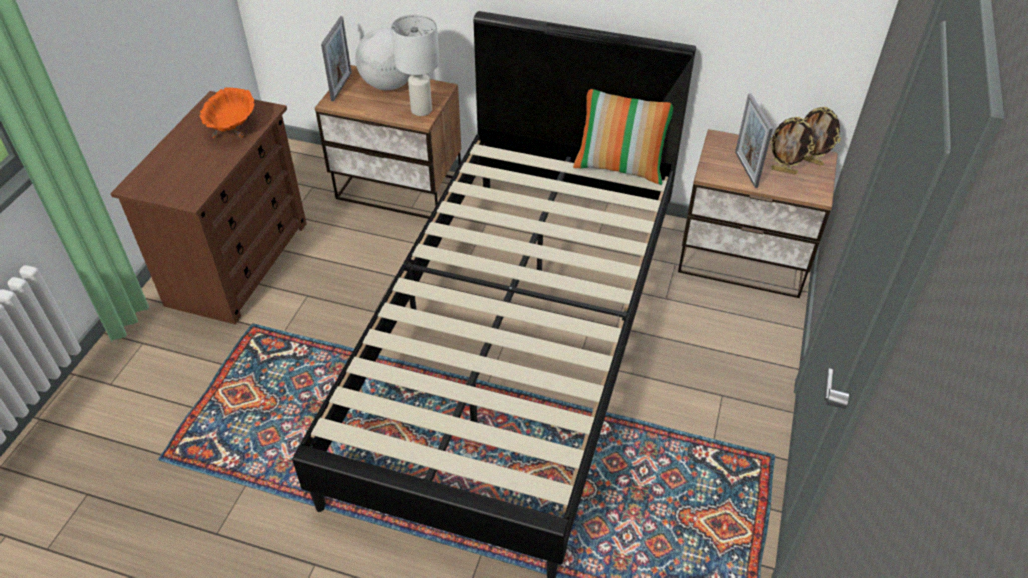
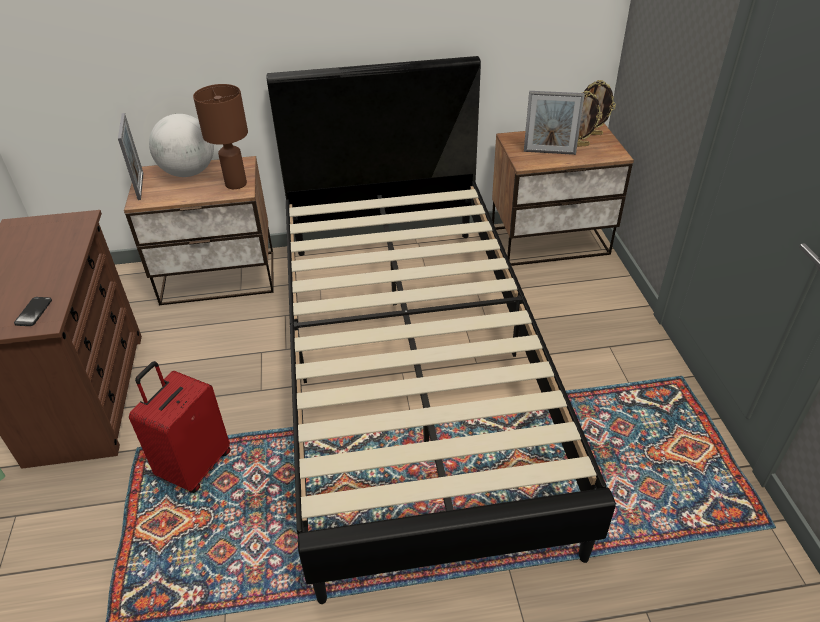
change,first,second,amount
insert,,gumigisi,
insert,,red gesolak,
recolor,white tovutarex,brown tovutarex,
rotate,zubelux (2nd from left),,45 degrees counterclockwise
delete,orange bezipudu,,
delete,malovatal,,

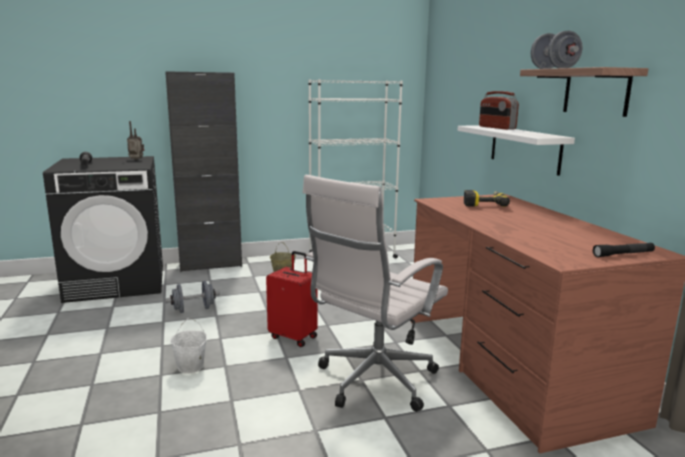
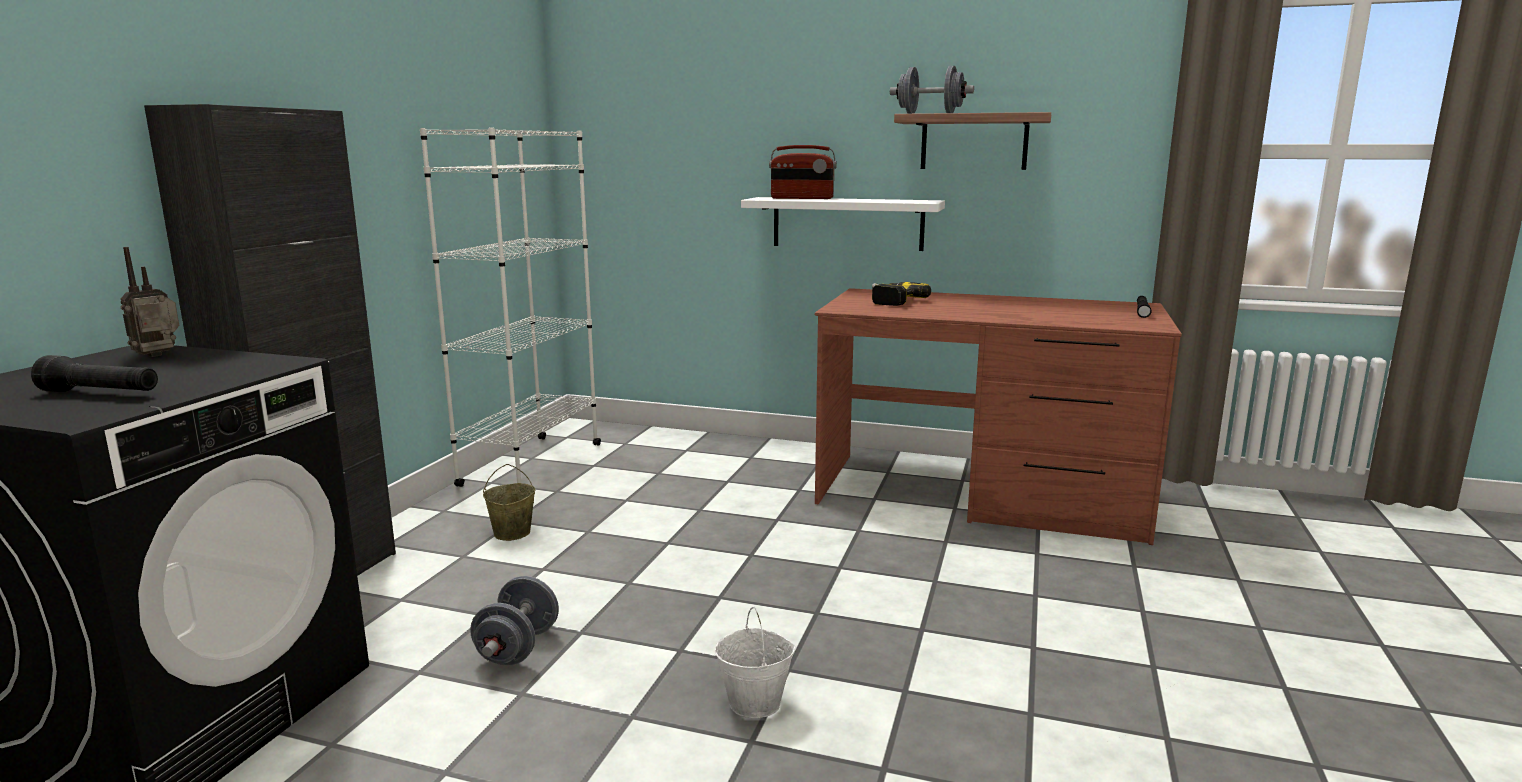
change,first,second,amount
delete,red gesolak,,
delete,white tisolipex,,

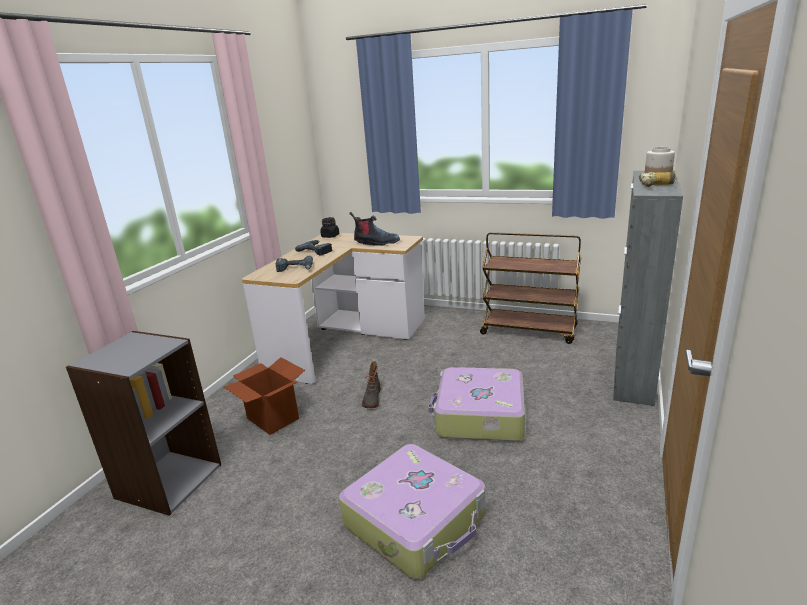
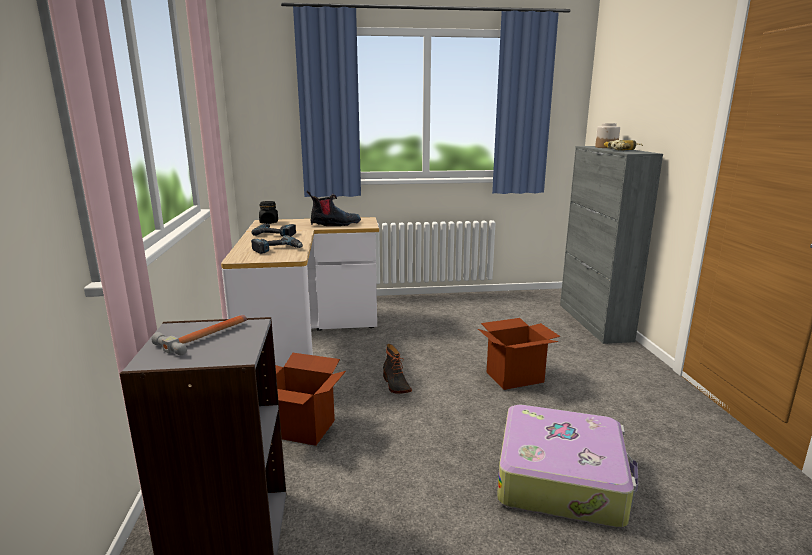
change,first,second,amount
insert,,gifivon,
replace,gesolak (2nd from left),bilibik (2nd from left),
delete,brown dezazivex,,

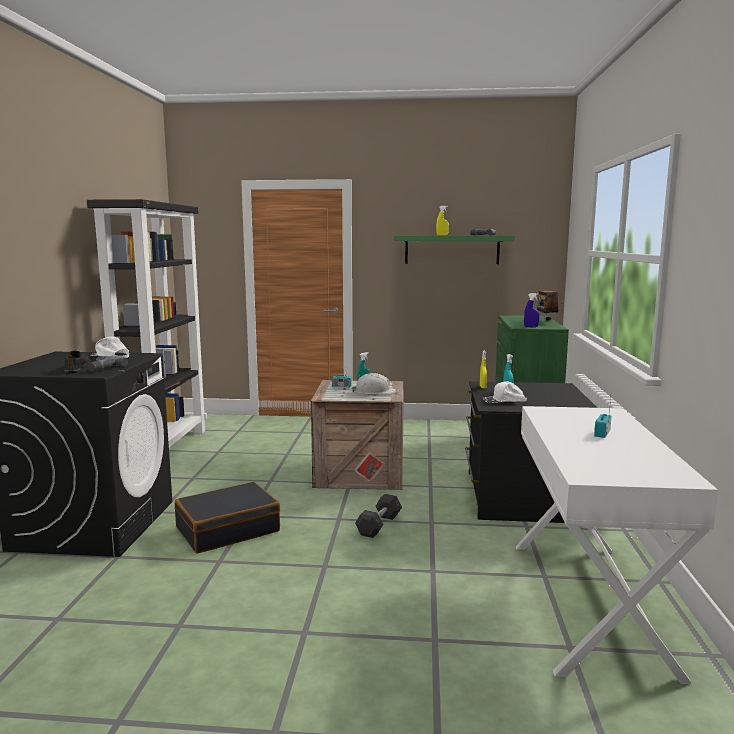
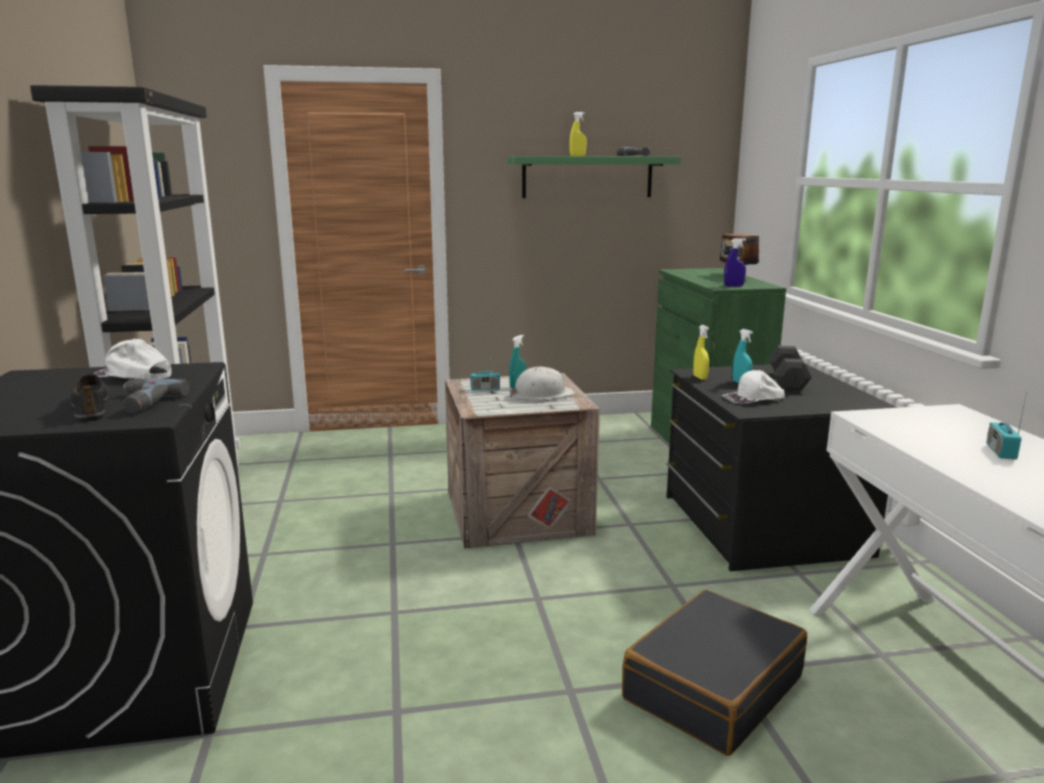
change,first,second,amount
move,black gesolak,,
move,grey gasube,,

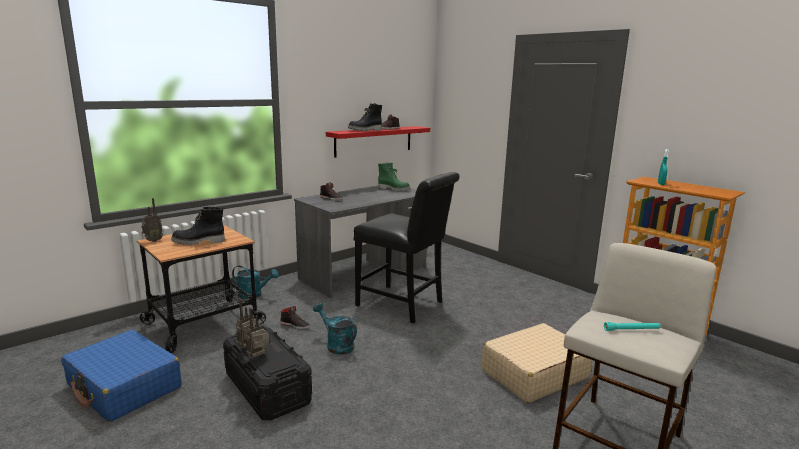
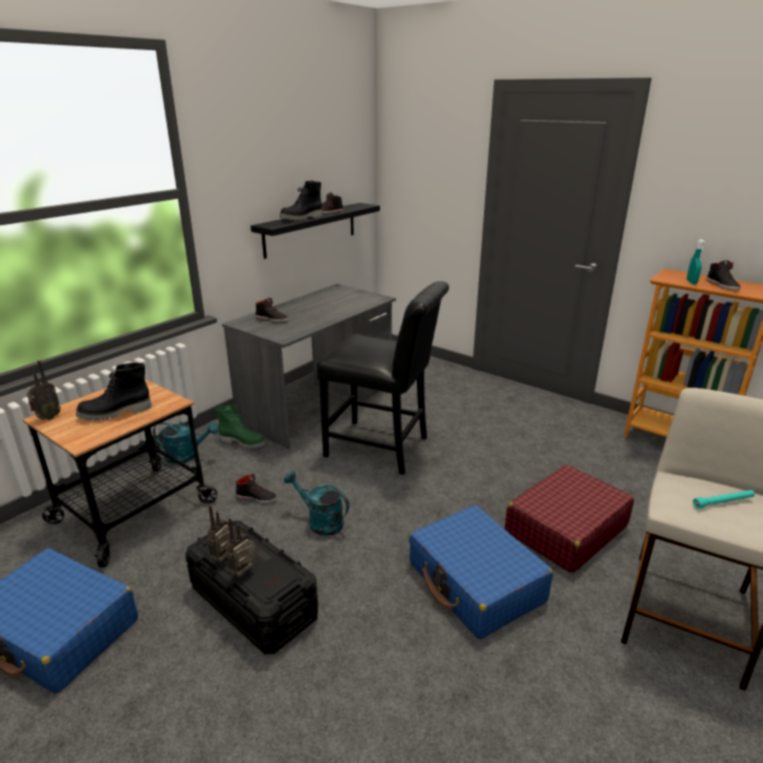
change,first,second,amount
move,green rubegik,,
recolor,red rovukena,black rovukena,
insert,,blue gesolak (2nd from left),
recolor,beige gesolak,red gesolak,
insert,,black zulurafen (4th from left),

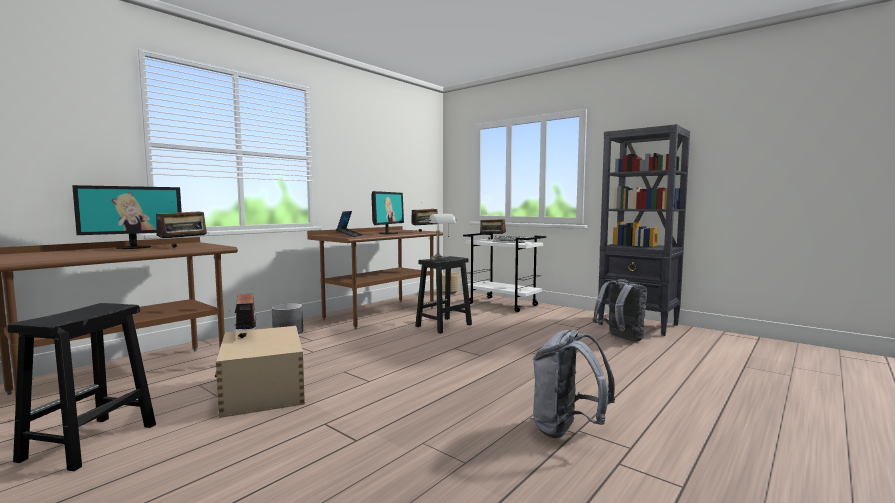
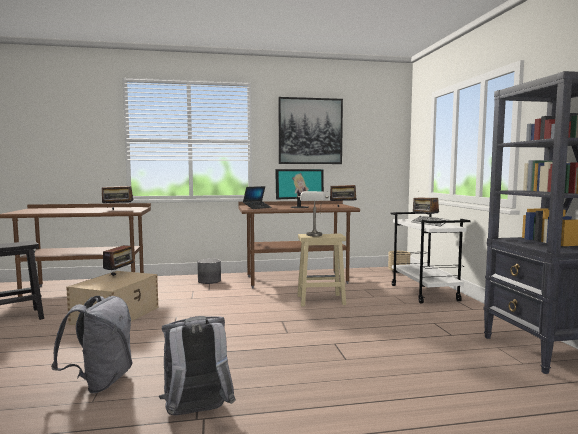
change,first,second,amount
move,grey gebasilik (2nd from left in the first image),grey gebasilik (1st from left),
insert,,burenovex,
recolor,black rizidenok (2nd from left),beige rizidenok,
delete,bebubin (1st from left),,

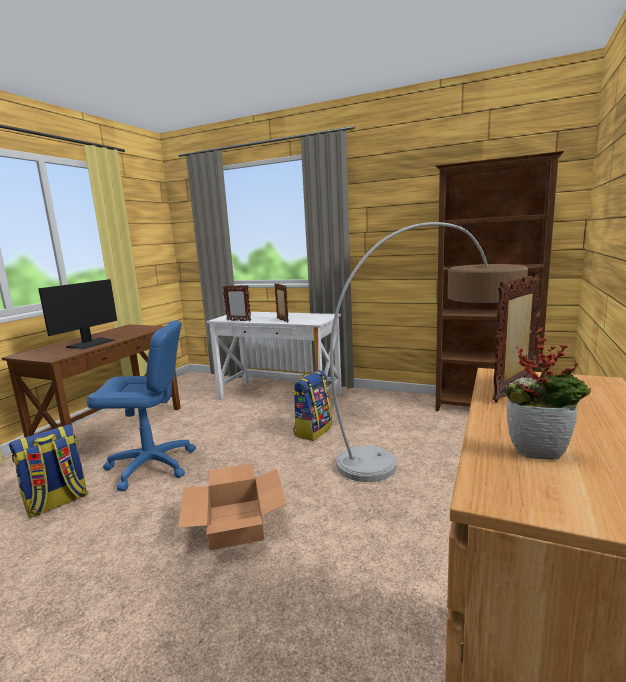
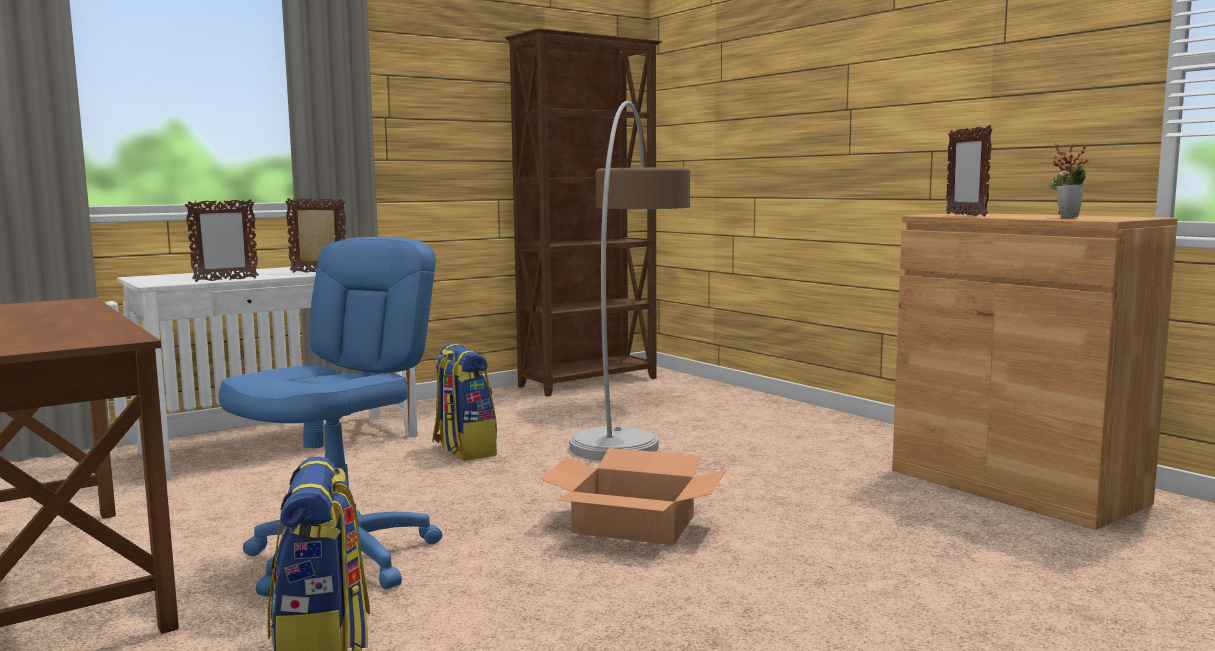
change,first,second,amount
delete,bebubin,,

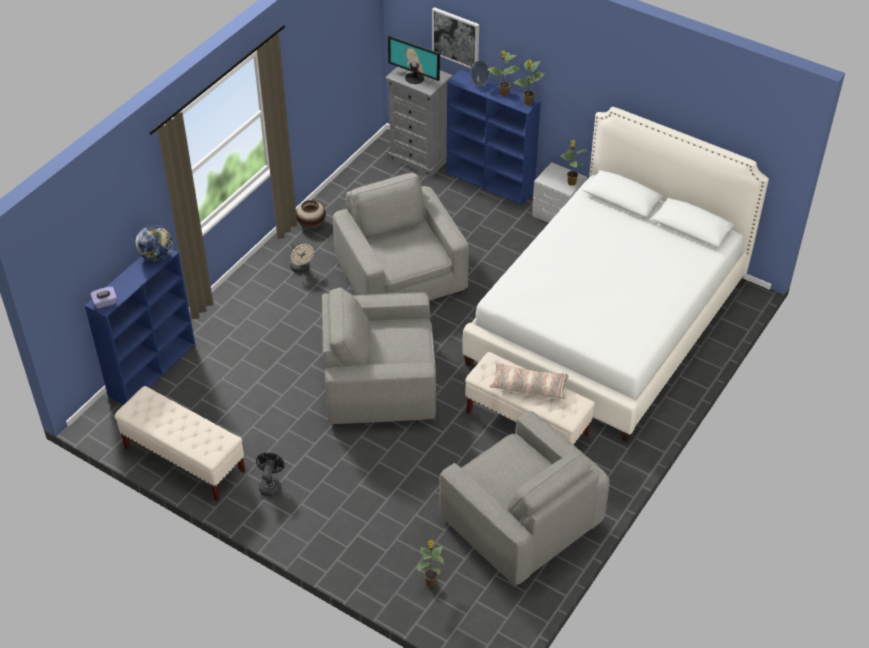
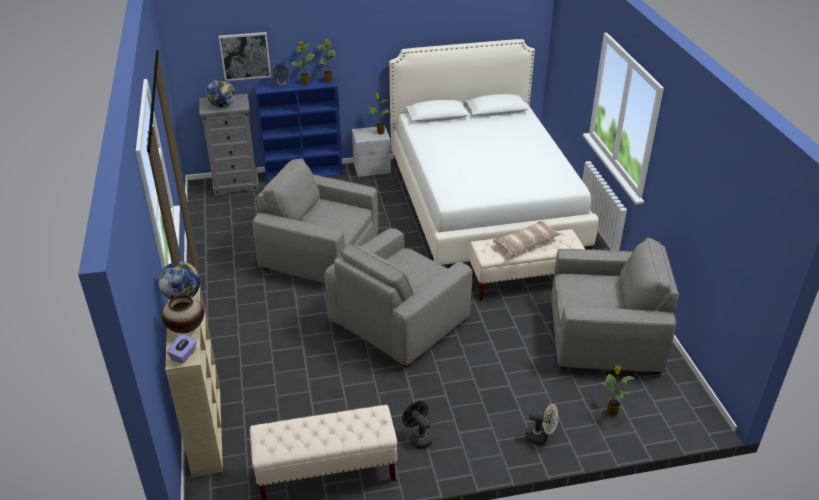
change,first,second,amount
move,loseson (1st from left),,
recolor,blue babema (1st from left),beige babema,
replace,bebubin,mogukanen (2nd from left),
move,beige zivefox,,

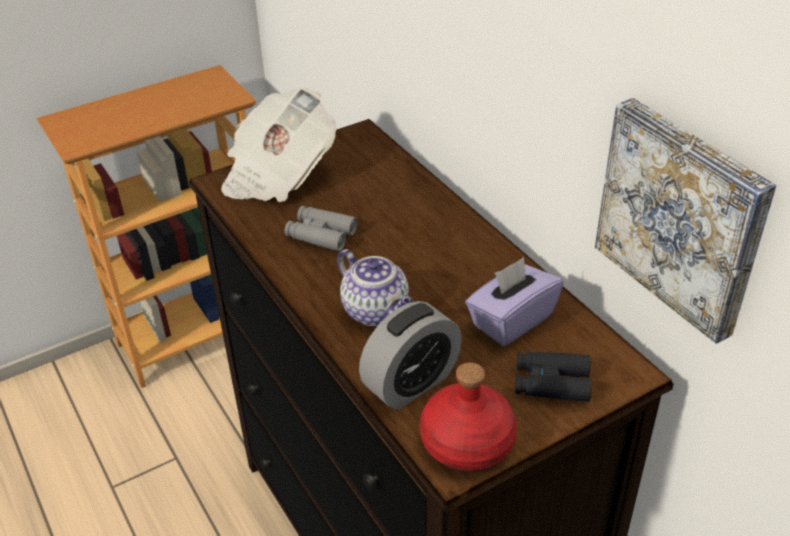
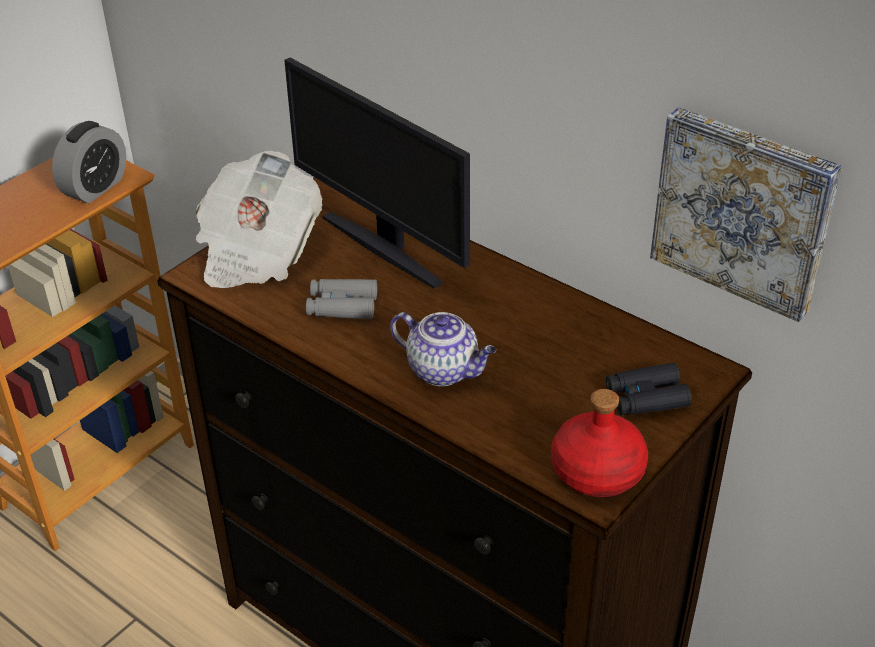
change,first,second,amount
move,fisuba,,
insert,,bebubin,
delete,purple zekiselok,,

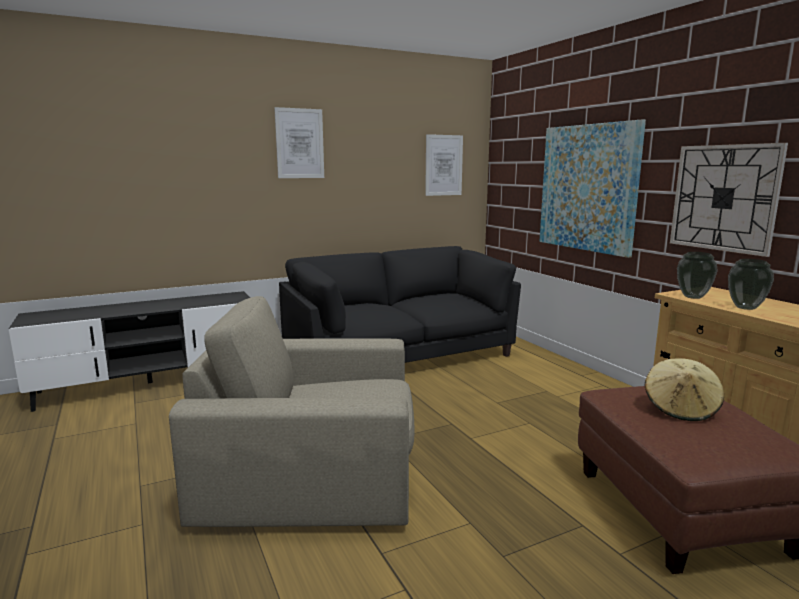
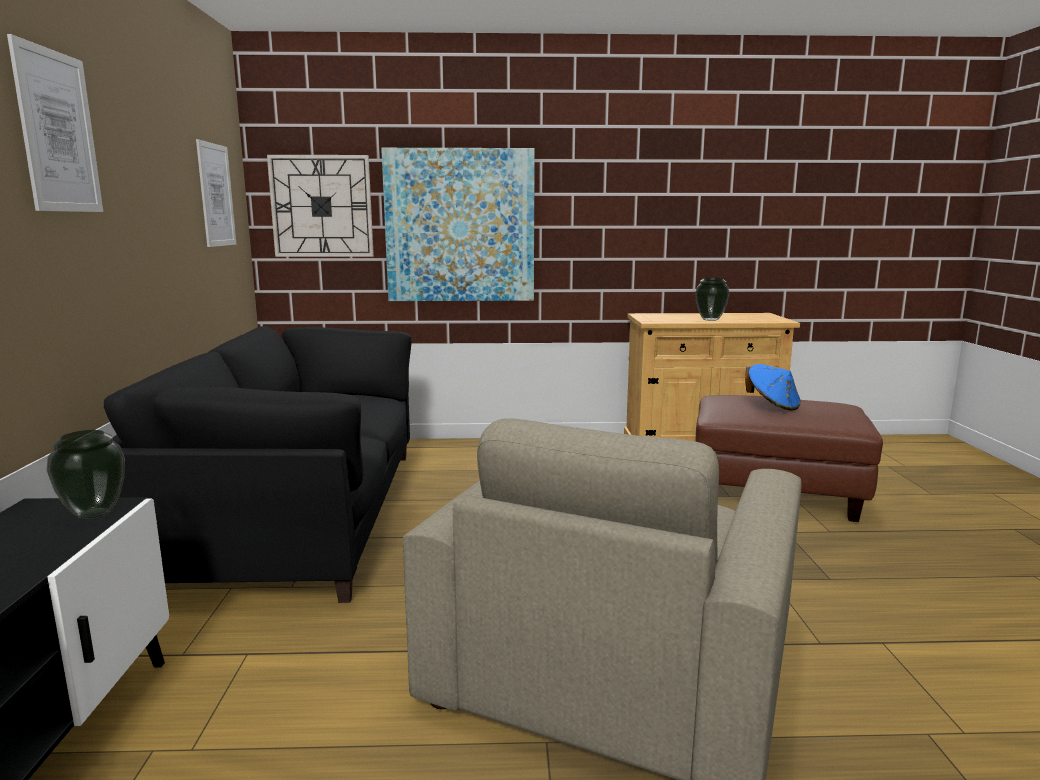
change,first,second,amount
move,loseson (1st from left),,
move,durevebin,,
recolor,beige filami,blue filami,

